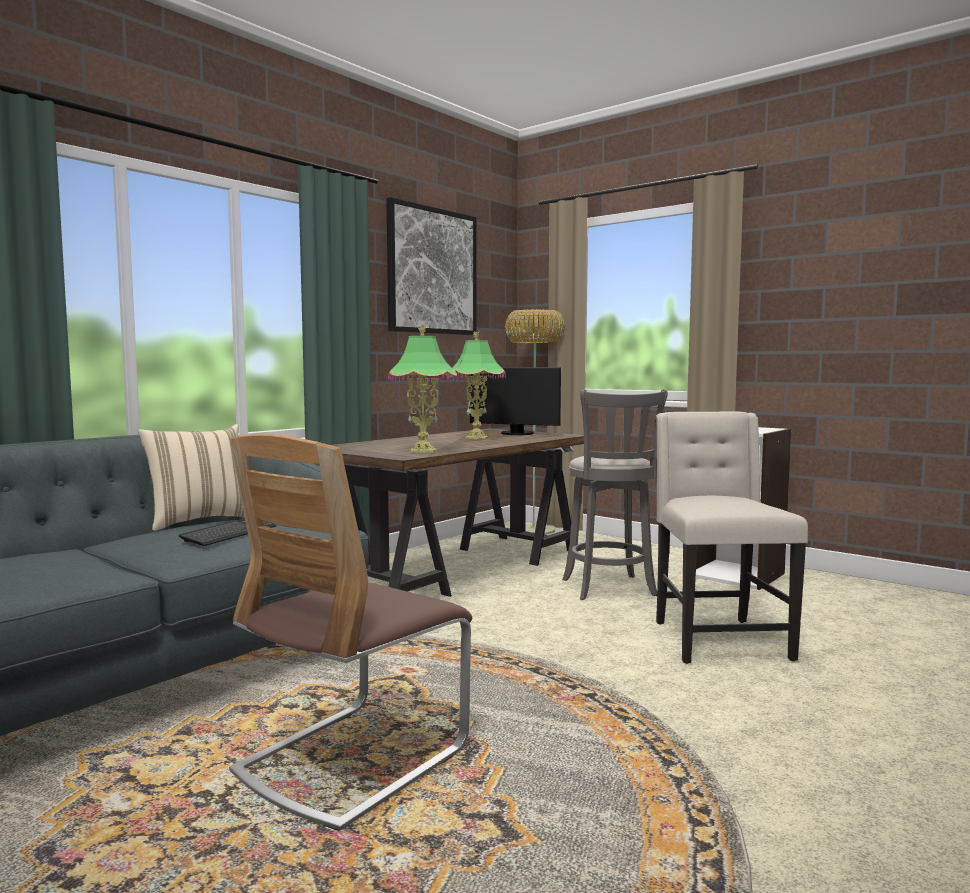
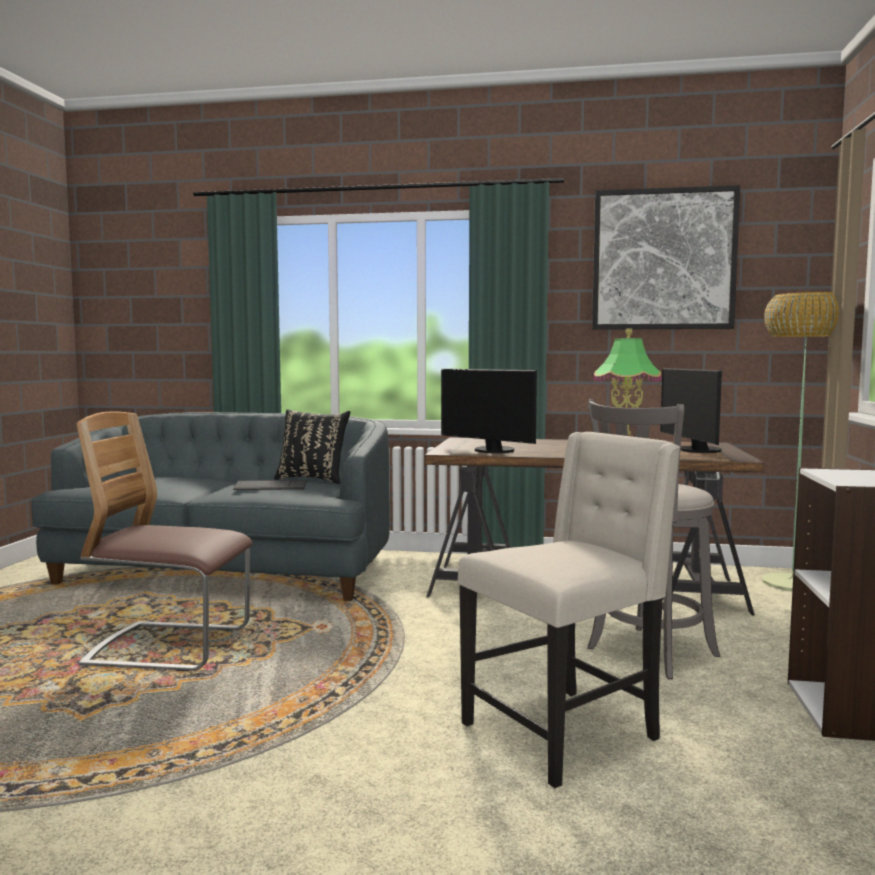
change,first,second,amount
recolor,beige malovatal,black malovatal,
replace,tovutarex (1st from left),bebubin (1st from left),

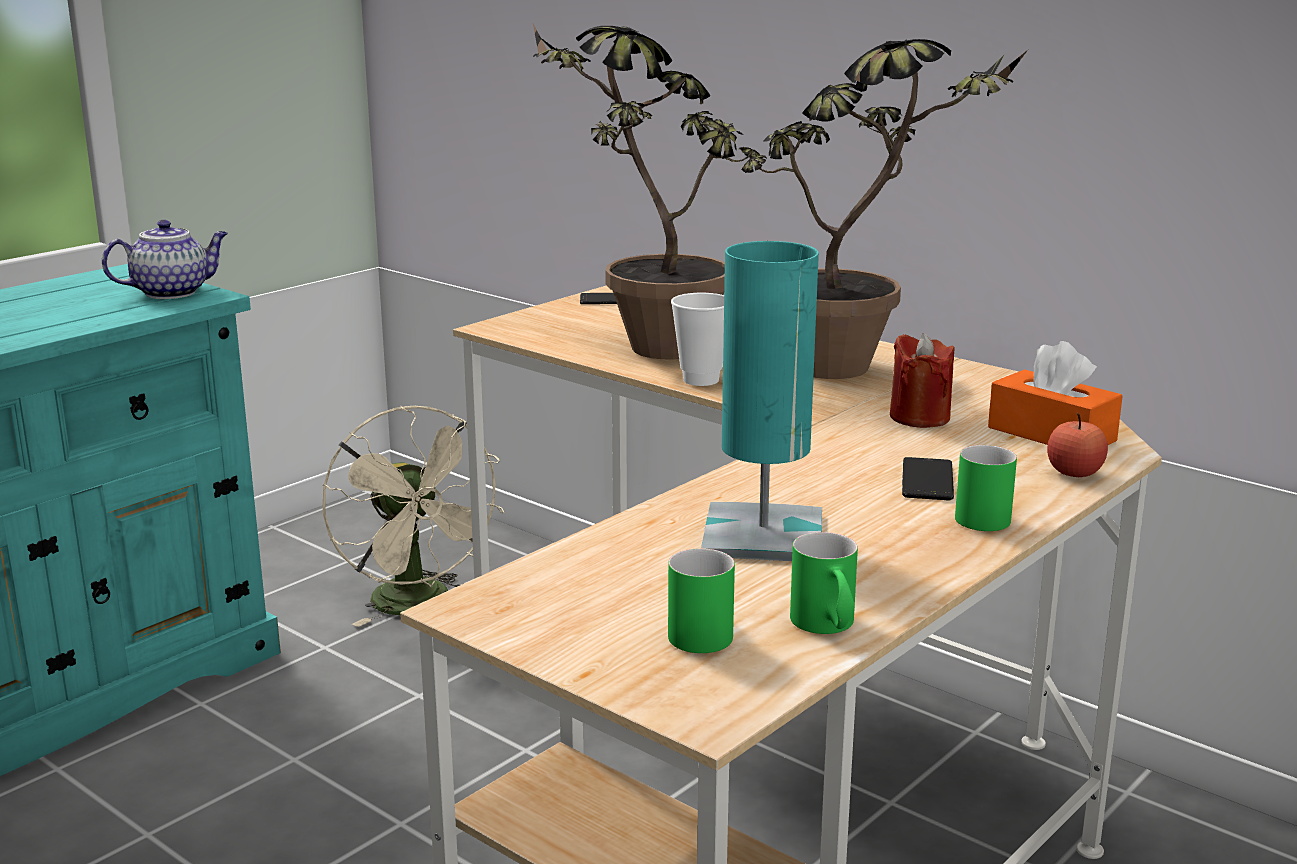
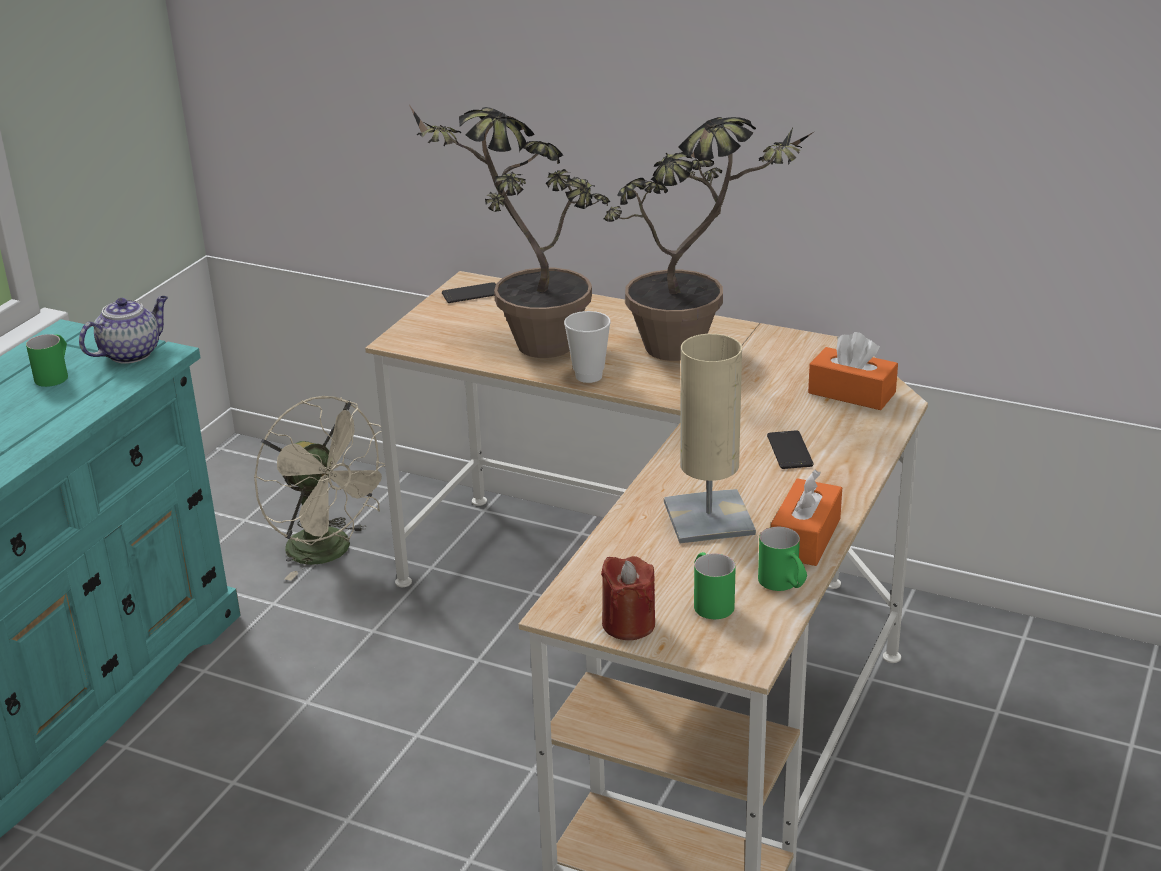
change,first,second,amount
move,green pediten (3rd from left in the first image),green pediten (1st from left),
move,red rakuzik,,
recolor,turquoise tovutarex,beige tovutarex,
insert,,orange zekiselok (1st from left),
delete,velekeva,,

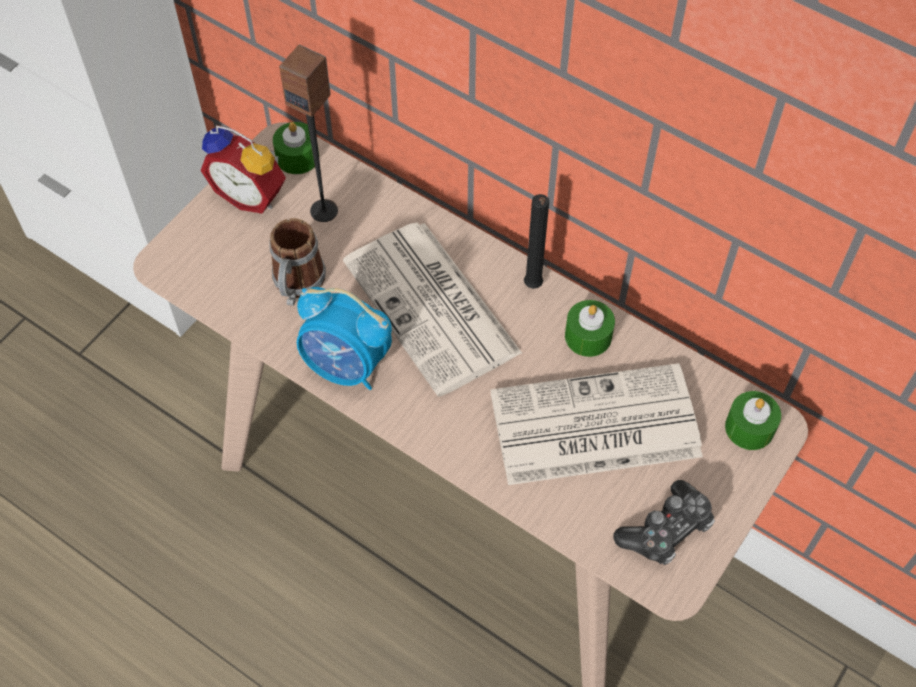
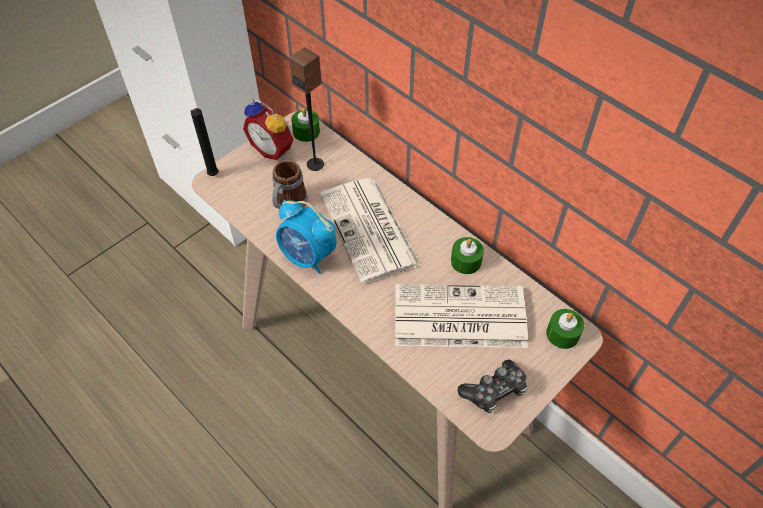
change,first,second,amount
move,black rakuzik,,

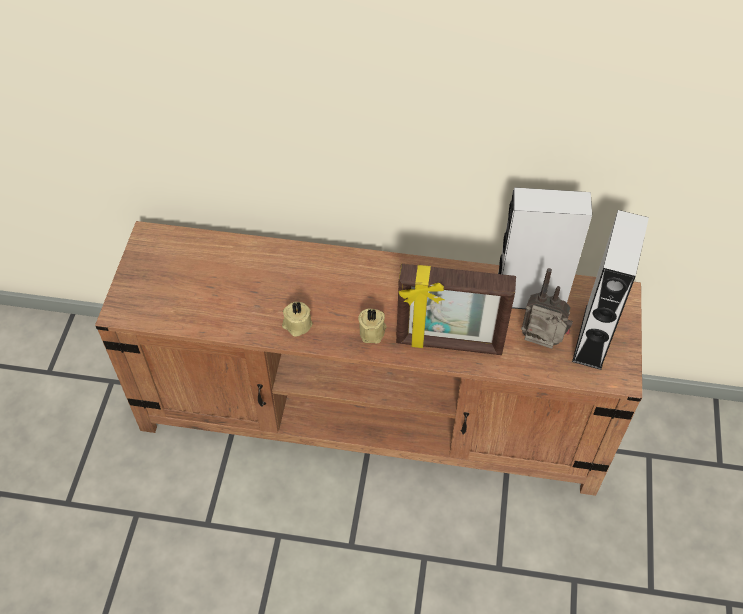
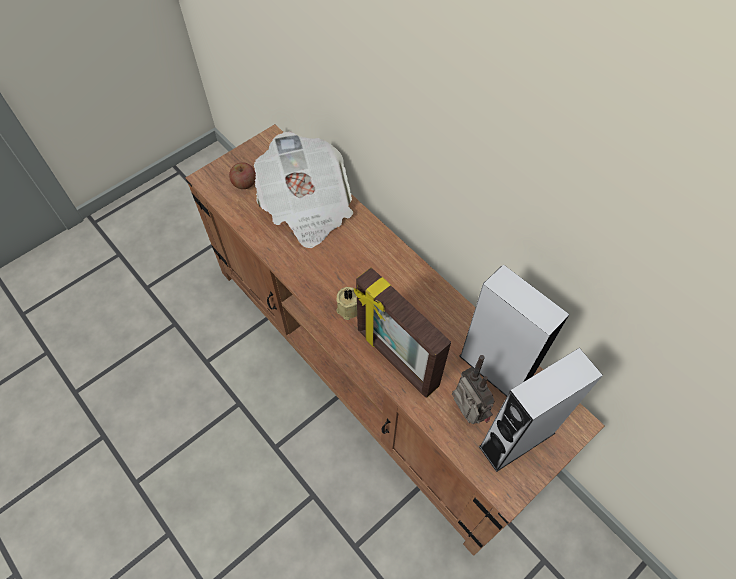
change,first,second,amount
insert,,velekeva,
insert,,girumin,
delete,beige rakuzik (1st from left),,

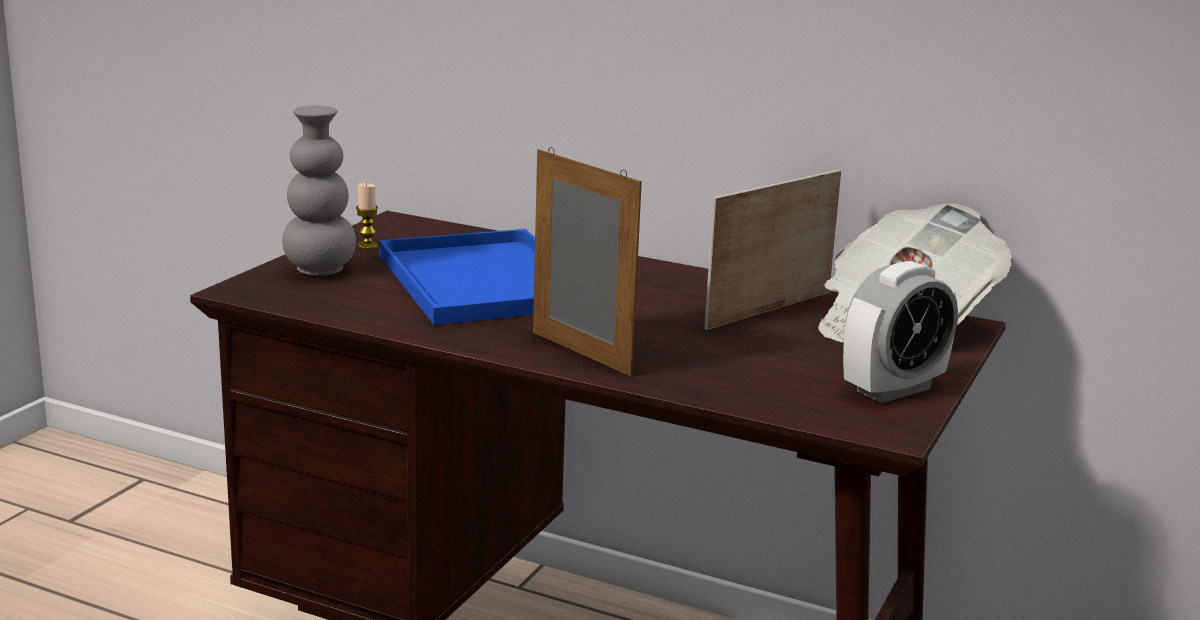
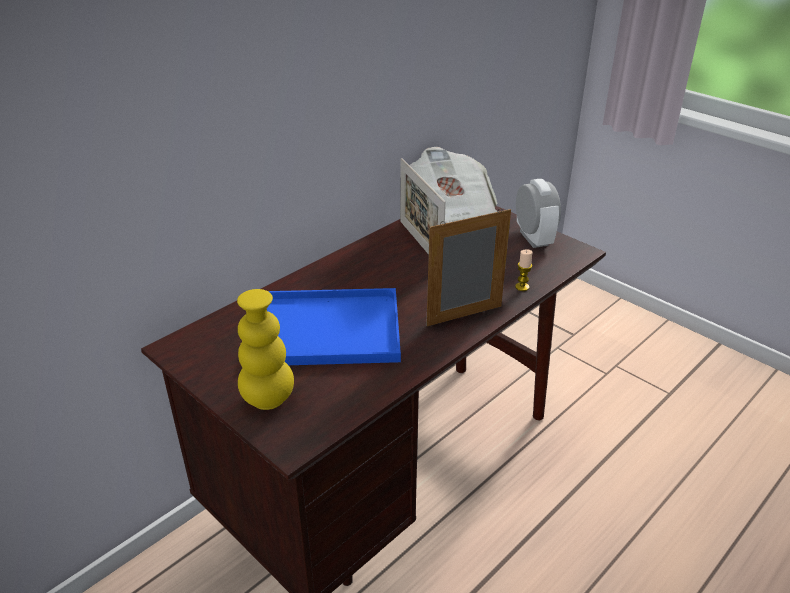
change,first,second,amount
recolor,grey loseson,yellow loseson,
move,rakuzik,,

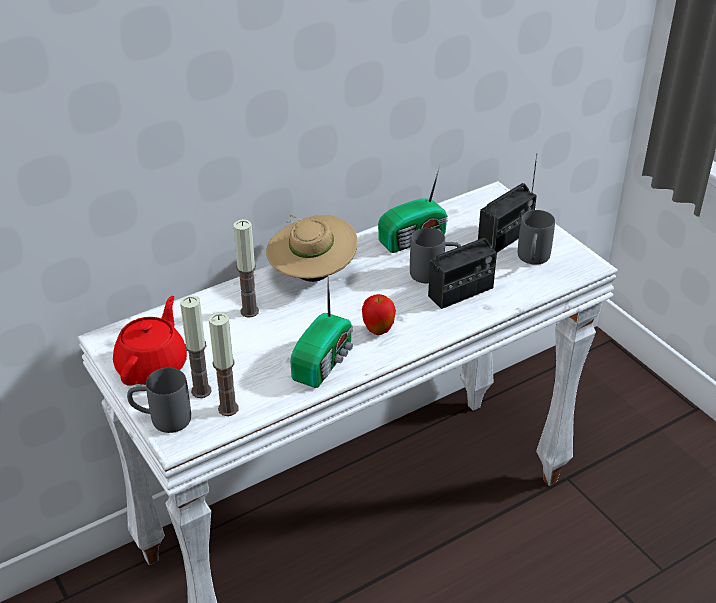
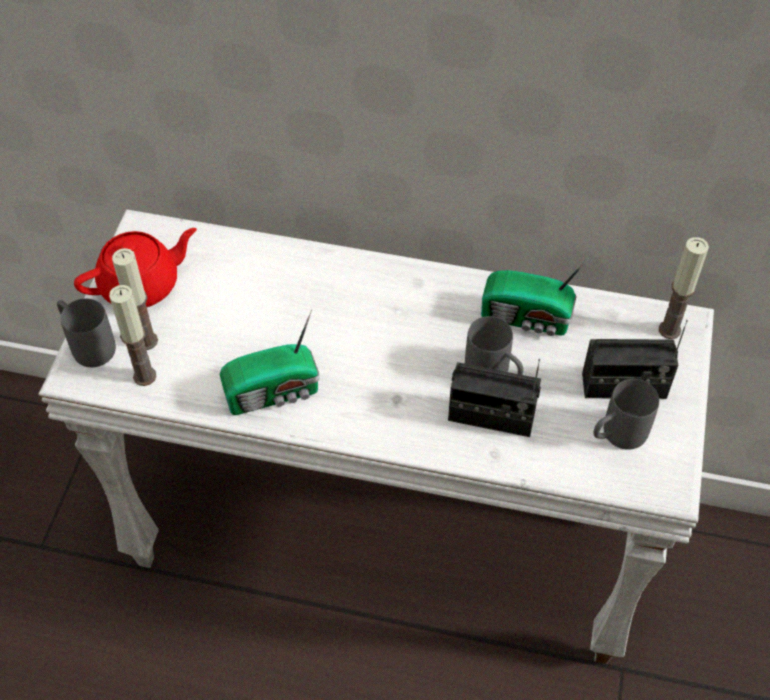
change,first,second,amount
move,rakuzik (3rd from left),,
delete,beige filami,,
delete,velekeva,,

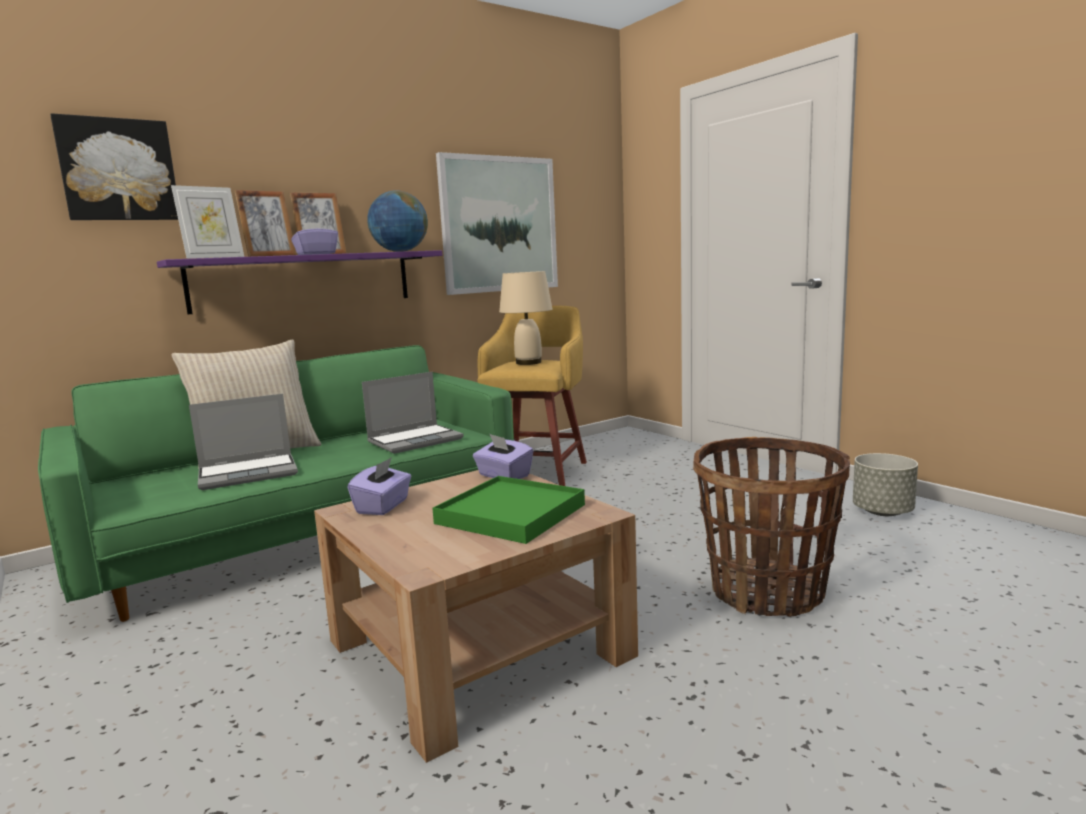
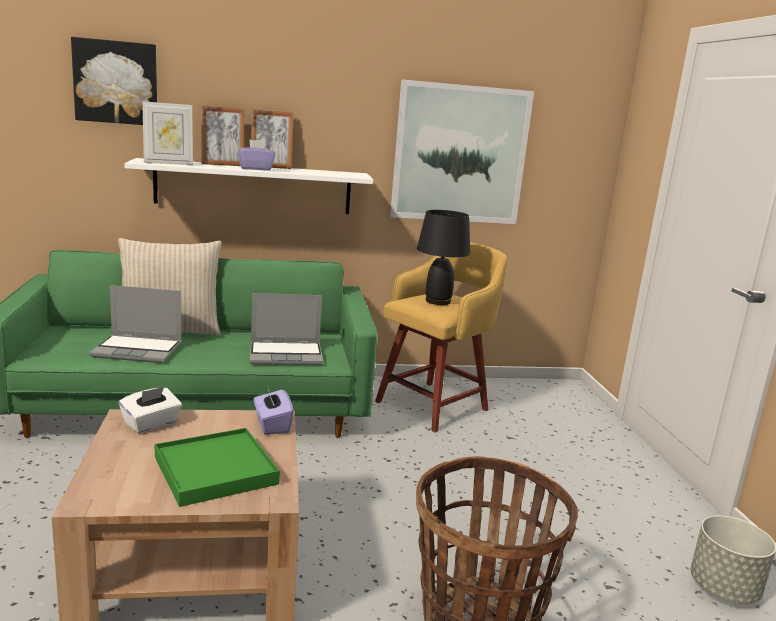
change,first,second,amount
recolor,purple zekiselok (2nd from left),white zekiselok,
recolor,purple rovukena,white rovukena,
recolor,beige tovutarex,black tovutarex,
delete,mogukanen,,

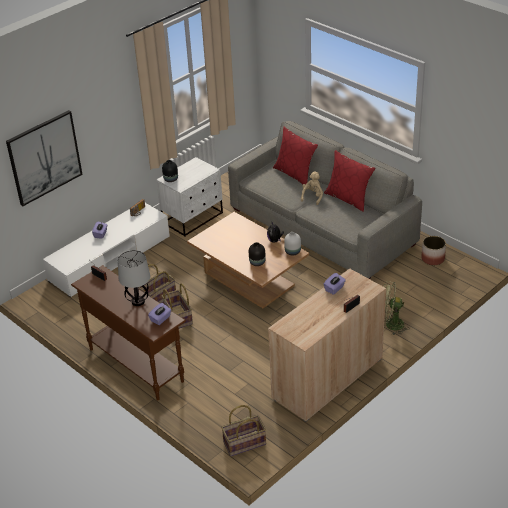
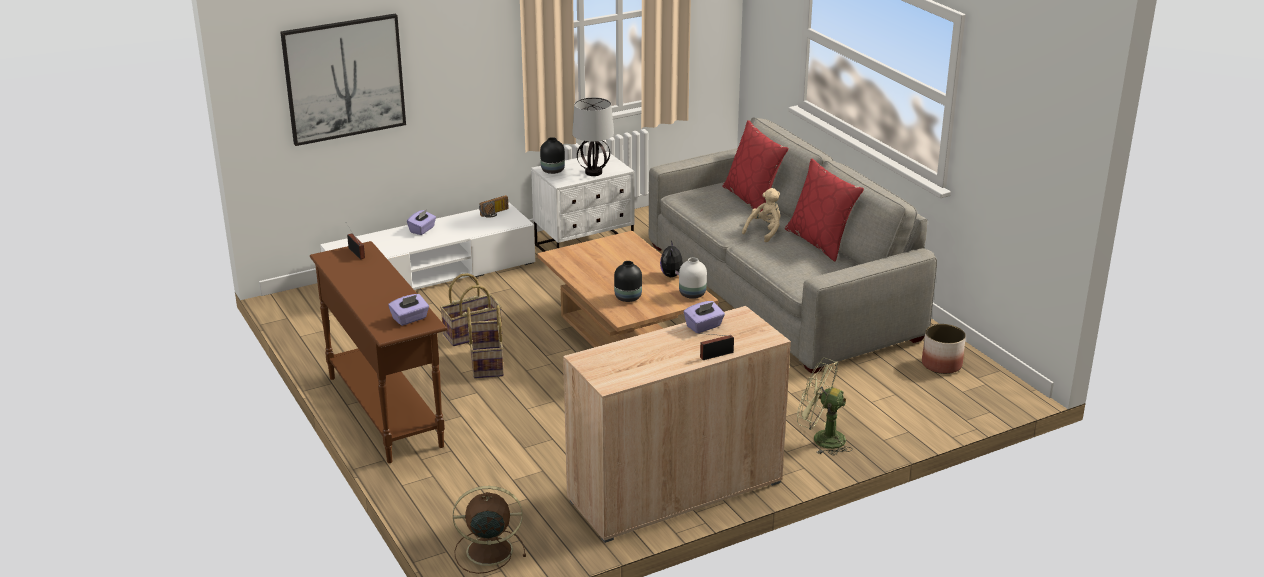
change,first,second,amount
replace,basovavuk (3rd from left),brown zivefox,
move,tovutarex,,

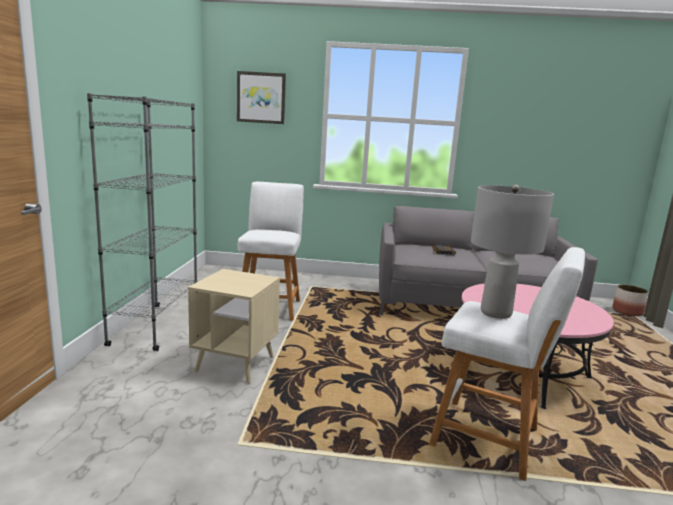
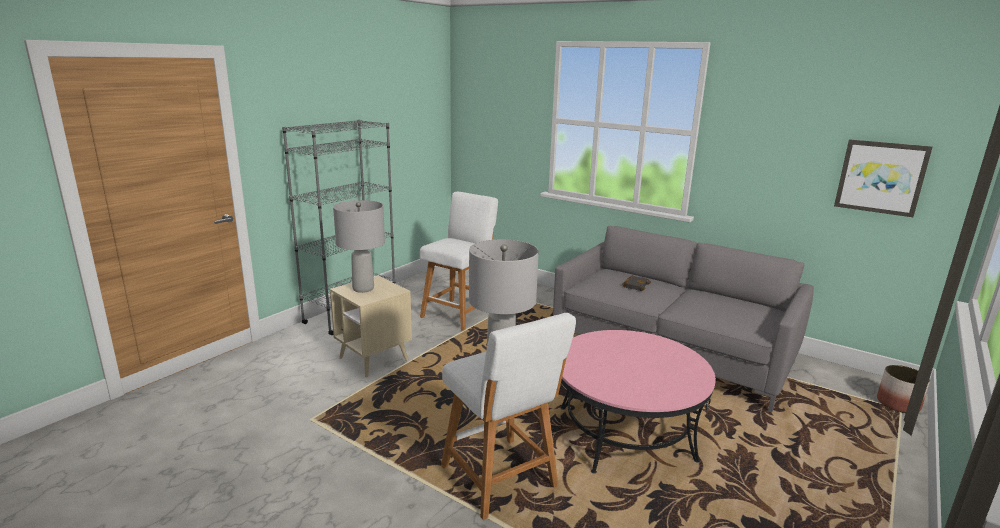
change,first,second,amount
insert,,grey tovutarex (1st from left),
move,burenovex,,

